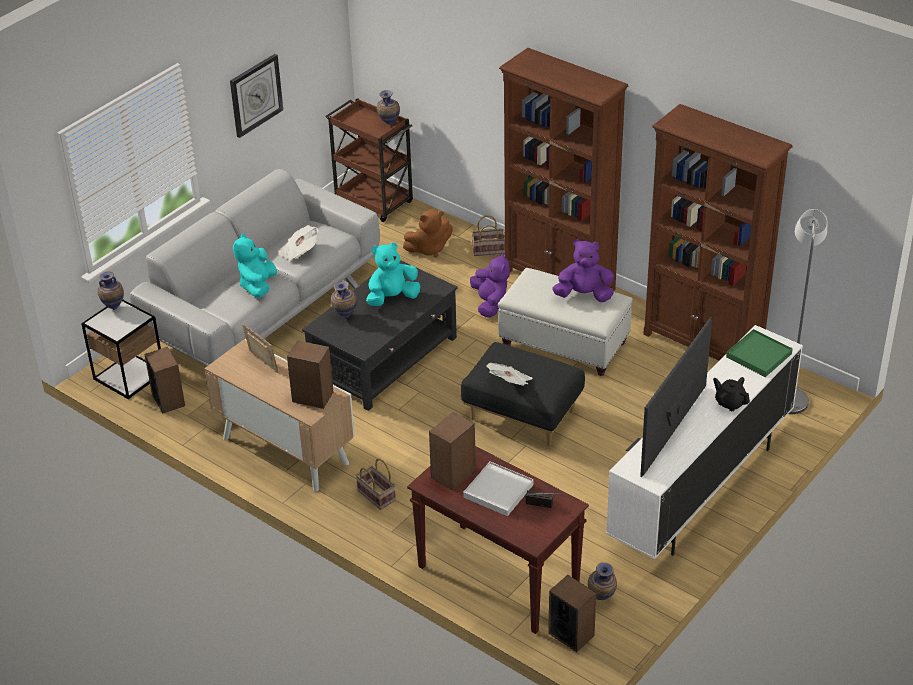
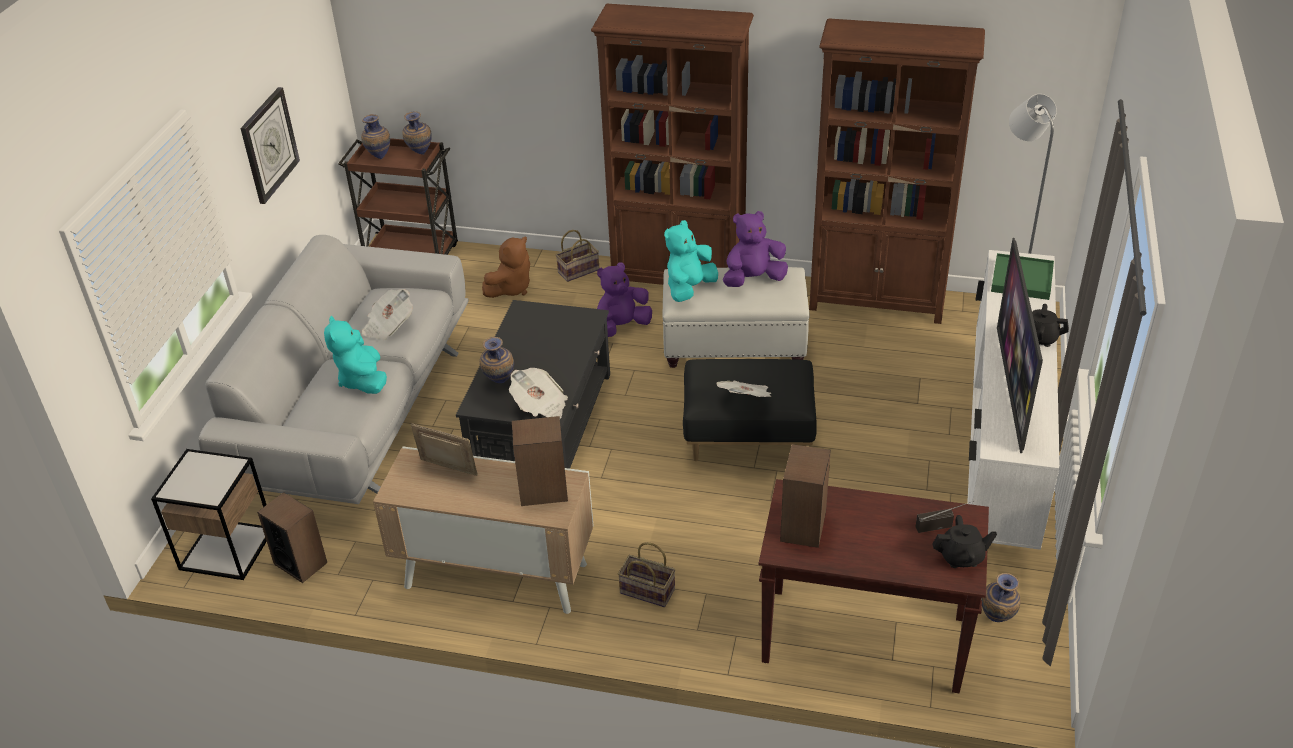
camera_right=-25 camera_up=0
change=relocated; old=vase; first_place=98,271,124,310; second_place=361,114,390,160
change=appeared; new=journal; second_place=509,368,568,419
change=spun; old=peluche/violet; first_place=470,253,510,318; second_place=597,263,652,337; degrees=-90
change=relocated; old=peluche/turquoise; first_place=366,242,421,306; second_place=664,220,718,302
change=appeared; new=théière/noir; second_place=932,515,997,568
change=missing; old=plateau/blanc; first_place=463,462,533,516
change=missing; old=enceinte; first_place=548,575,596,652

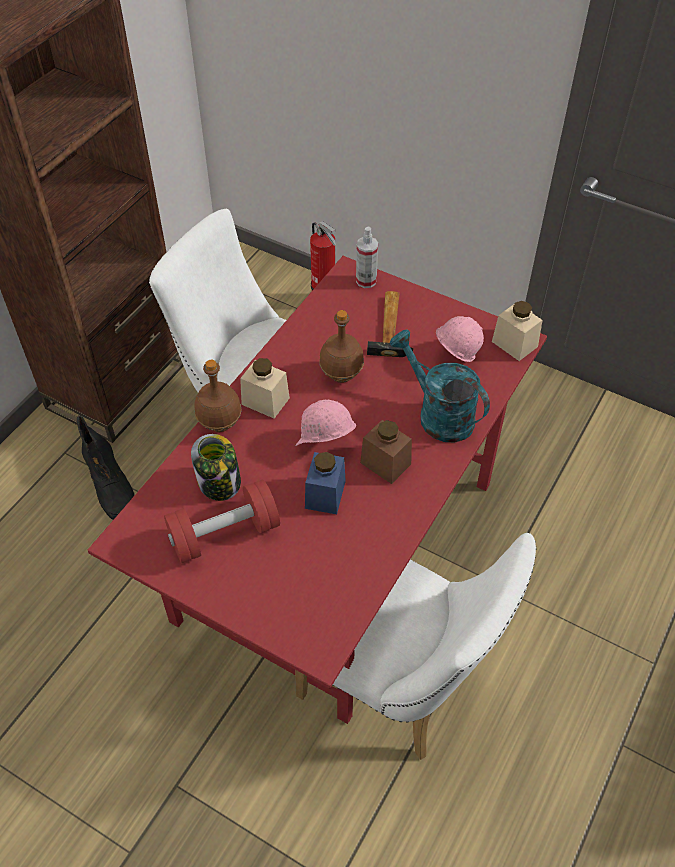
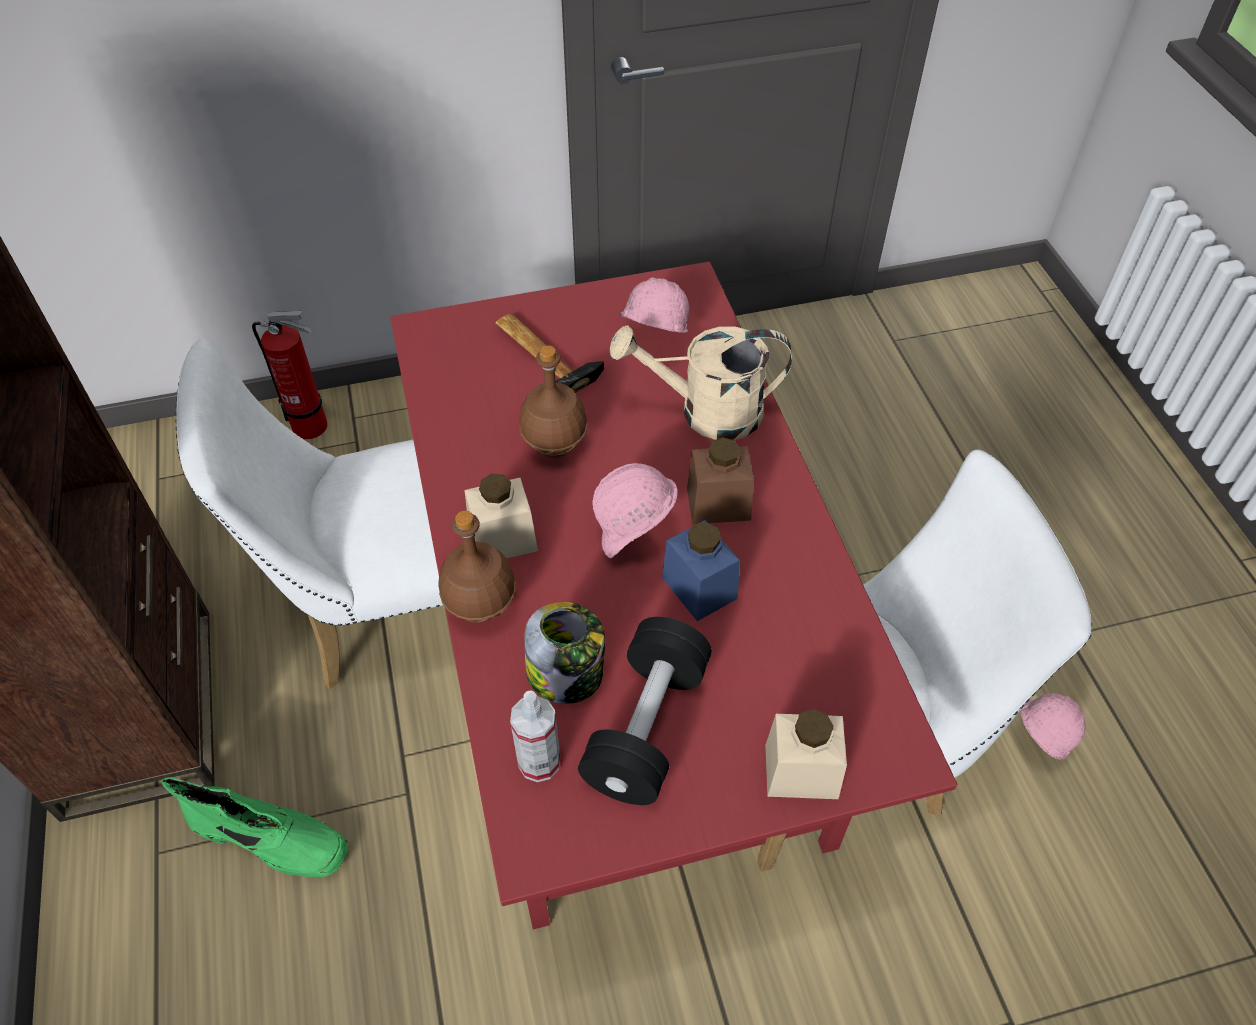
camera_right=-45 camera_up=0
change=colour; old=botte/noir; new=botte/vert; first_place=77,415,135,520; second_place=161,777,348,877
change=relocated; old=vaporisateur; first_place=356,226,378,288; second_place=510,690,560,782
change=colour; old=haltère/rouge; new=haltère/noir; first_place=164,480,280,563; second_place=578,617,712,805
change=colour; old=arrosoir/turquoise; new=arrosoir/beige; first_place=390,330,490,442; second_place=610,326,792,440
change=relocated; old=bocal/beige; first_place=492,301,543,361; second_place=765,709,847,799
change=appeared; new=casque de chantier/rose; second_place=1020,693,1086,760

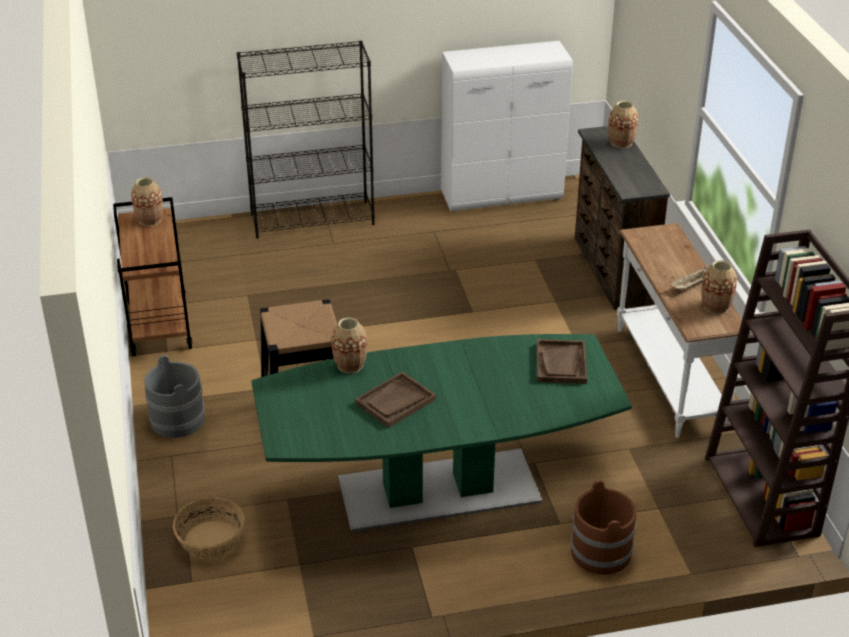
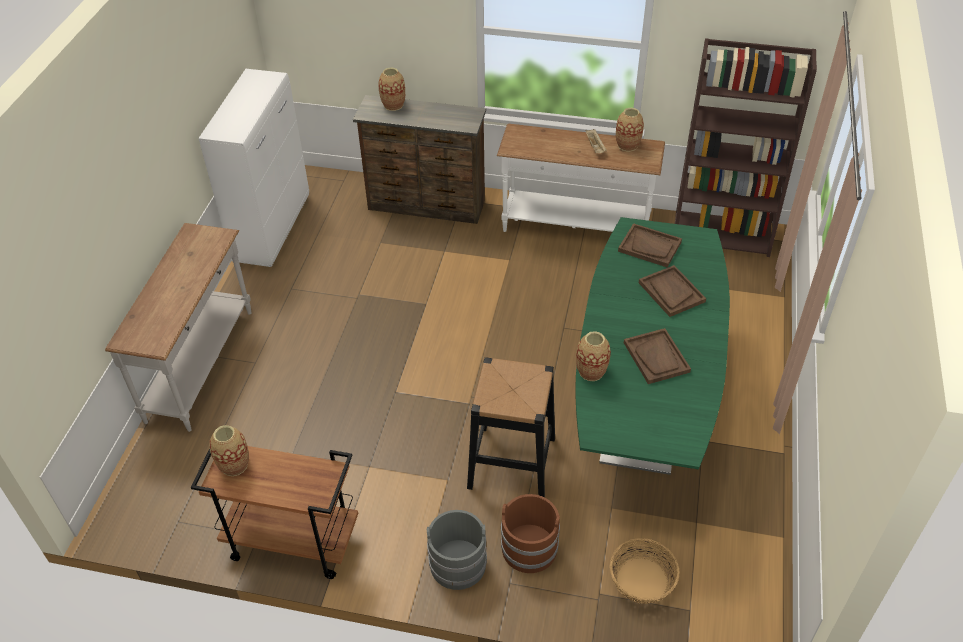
camera_right=-65 camera_up=10
change=exchanged; old=bibliothèque/noir; new=table console/blanc; first_place=237,41,375,239; second_place=105,223,251,432
change=relocated; old=seau/marron; first_place=571,480,636,575; second_place=501,494,560,573
change=appeared; new=plateau/marron; second_place=639,265,706,317

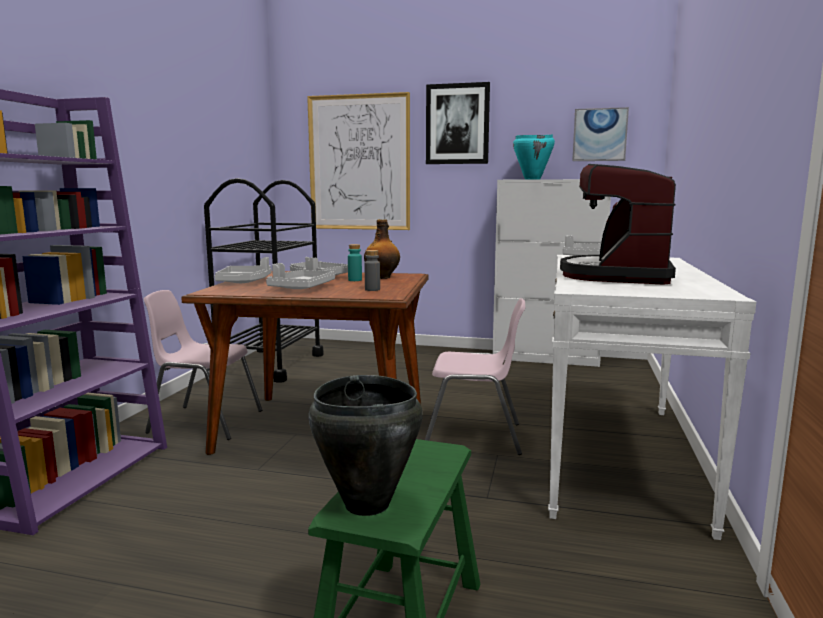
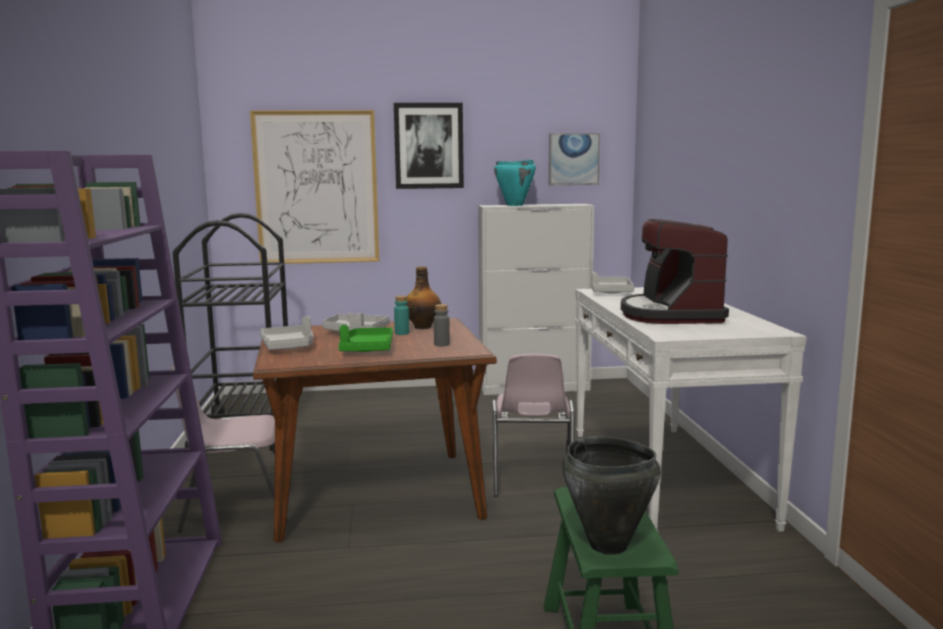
camera_right=-20 camera_up=0
change=colour; old=plateau/gris; new=plateau/vert; first_place=266,263,335,289; second_place=339,325,393,352
change=spun; old=chaise/rose; first_place=425,298,525,455; second_place=492,354,575,497; degrees=105

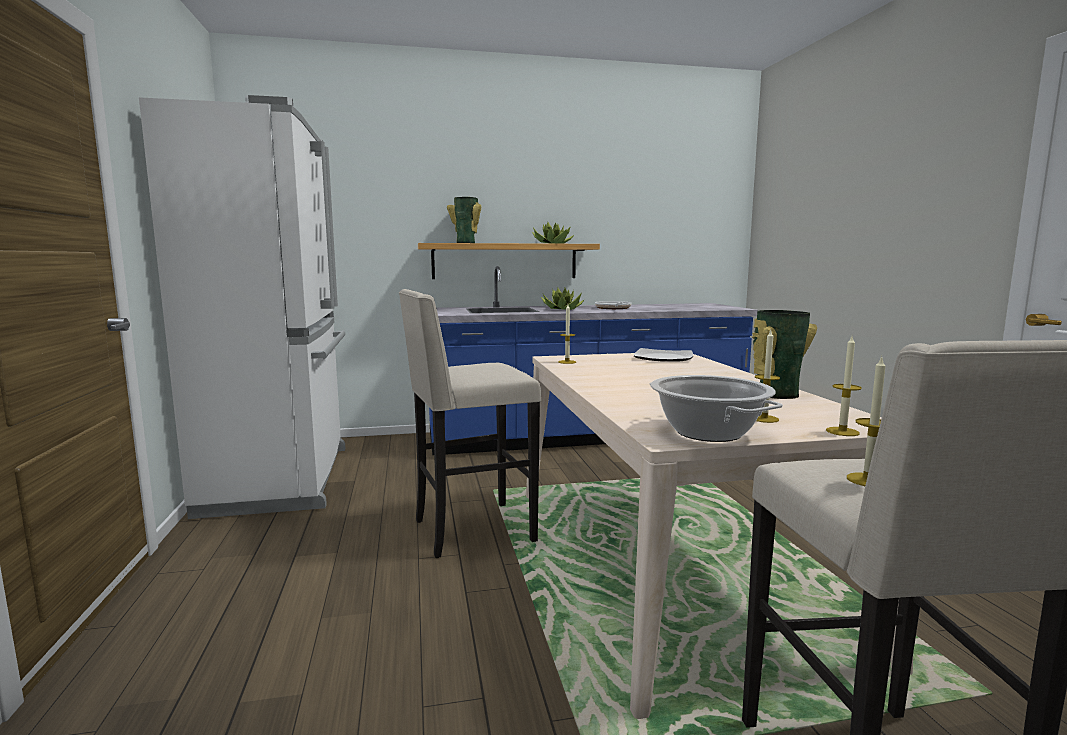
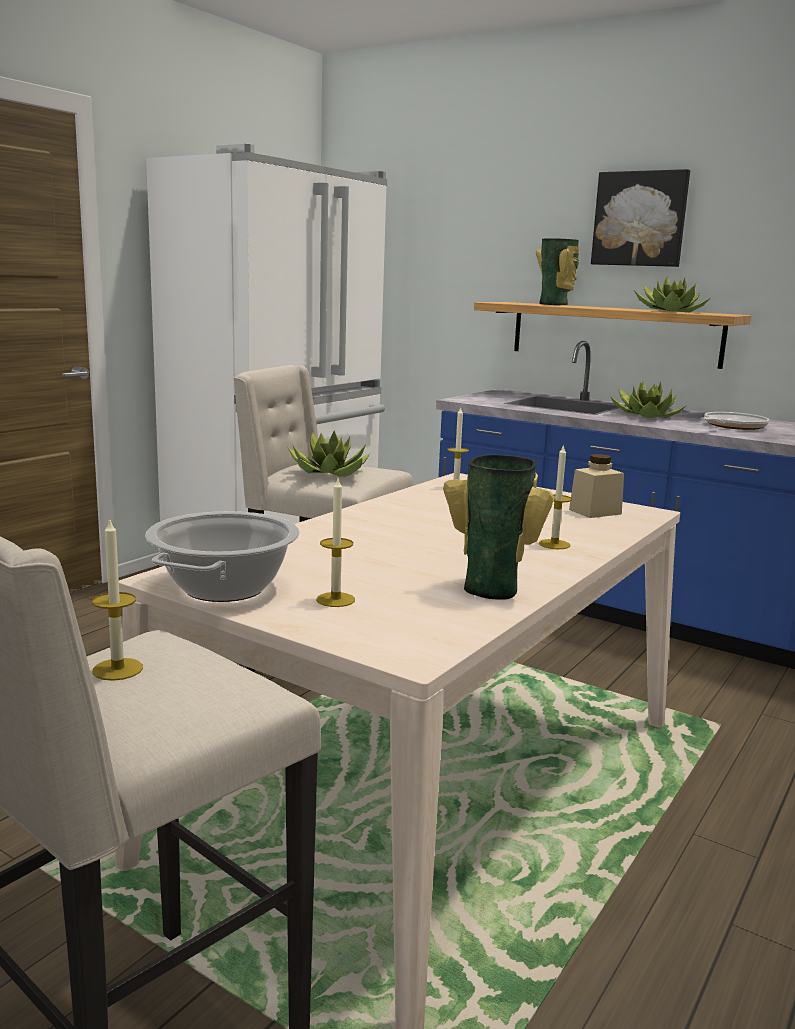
camera_right=45 camera_up=5
change=appeared; new=plante en pot; second_place=288,430,370,477
change=relocated; old=bougie; first_place=826,336,862,436; second_place=539,444,572,549
change=exchanged; old=assiette; new=bocal/beige; first_place=634,348,693,362; second_place=569,454,624,518
change=appeared; new=tableau; second_place=591,169,690,267

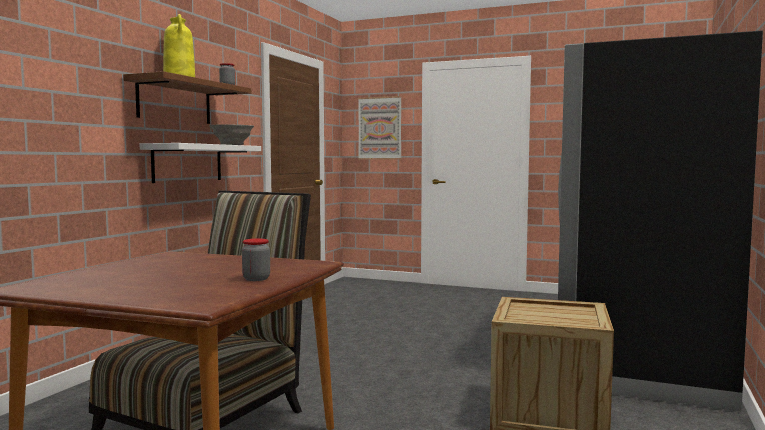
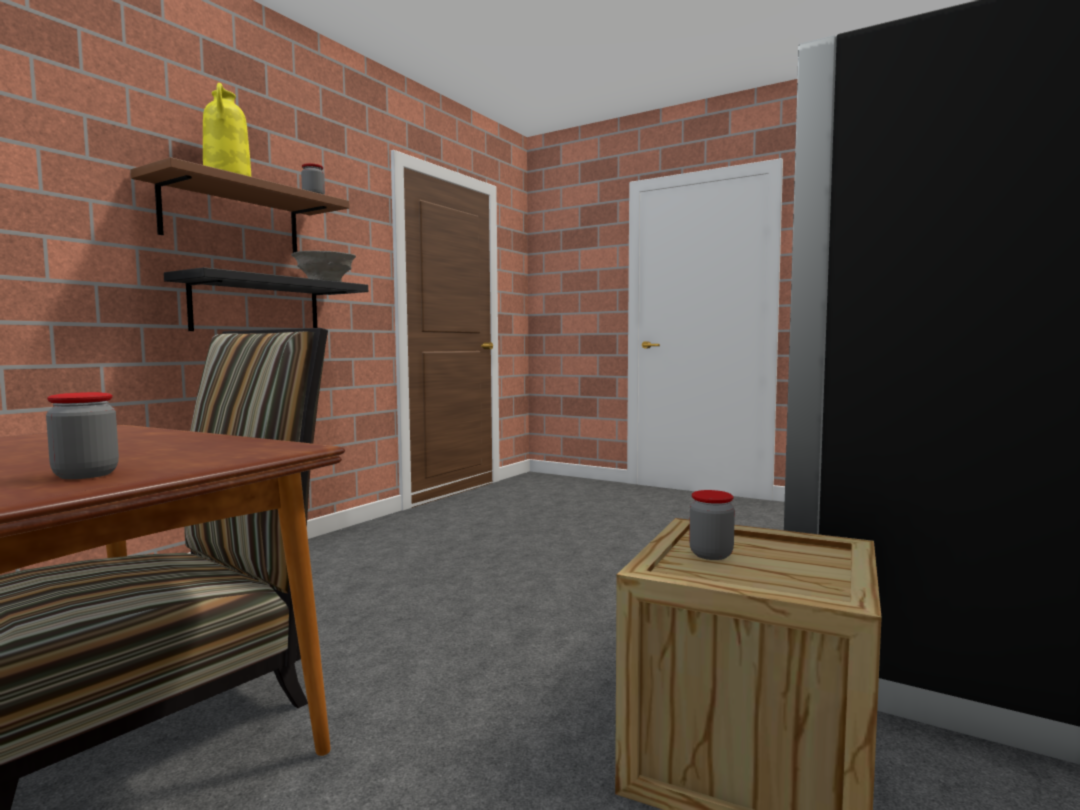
camera_right=10 camera_up=0
change=colour; old=étagère/blanc; new=étagère/noir; first_place=140,143,261,183; second_place=164,267,368,331
change=appeared; new=bocal; second_place=689,490,735,560
change=missing; old=tableau; first_place=358,96,402,159

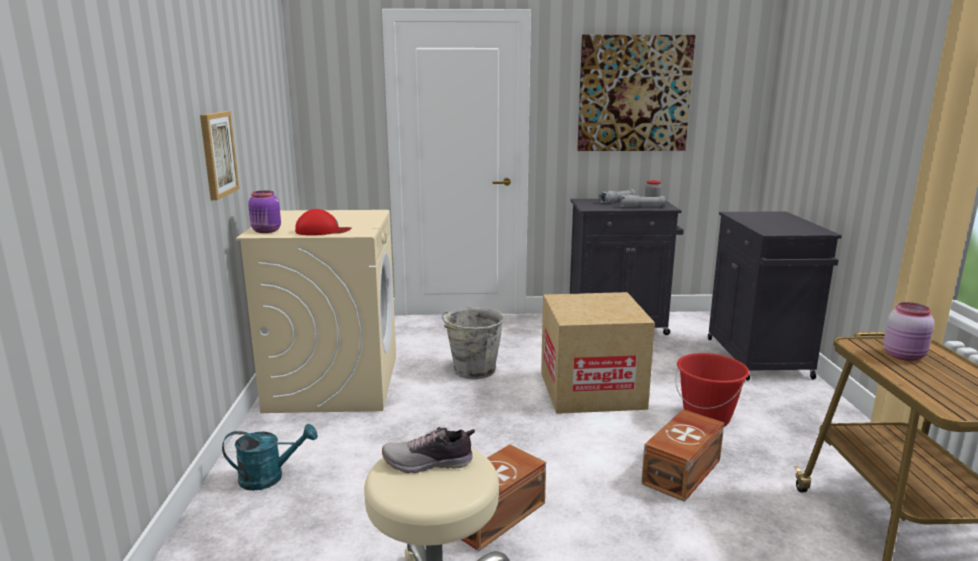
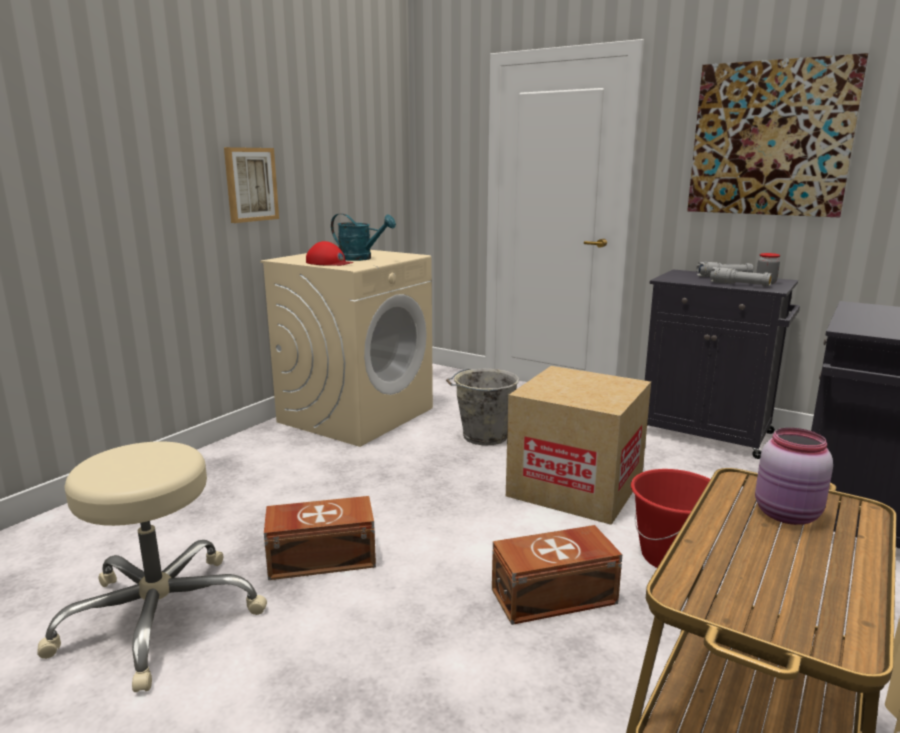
camera_right=35 camera_up=0
change=relocated; old=arrosoir/turquoise; first_place=222,424,318,491; second_place=331,214,396,261
change=missing; old=bocal/violet; first_place=248,191,281,233
change=missing; old=chaussure; first_place=382,427,475,473

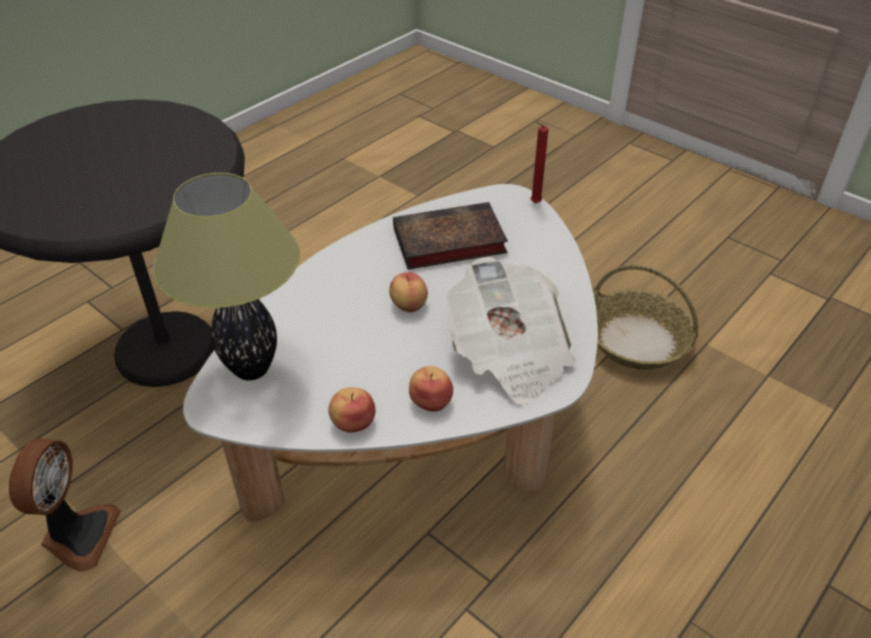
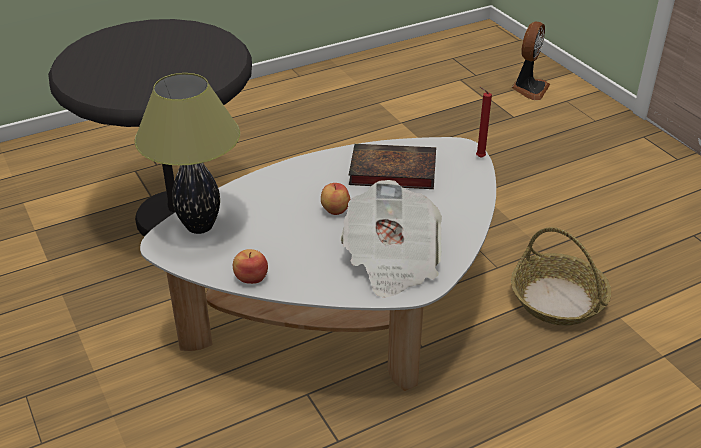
camera_right=20 camera_up=-5
change=relocated; old=ventilateur; first_place=9,438,121,572; second_place=511,22,550,100
change=missing; old=pomme; first_place=409,366,453,412

